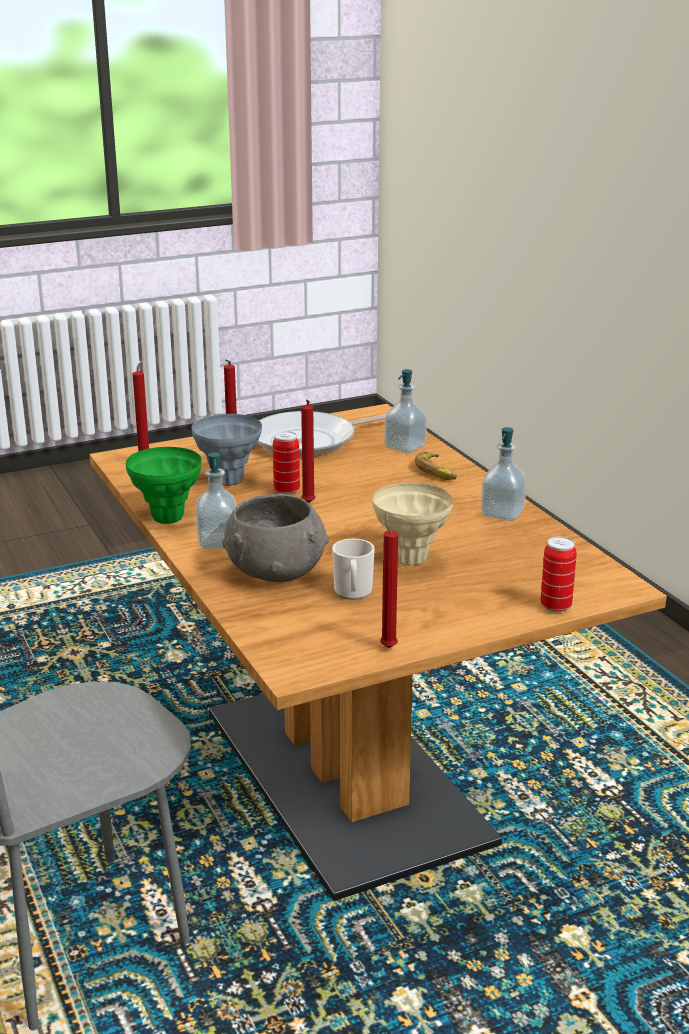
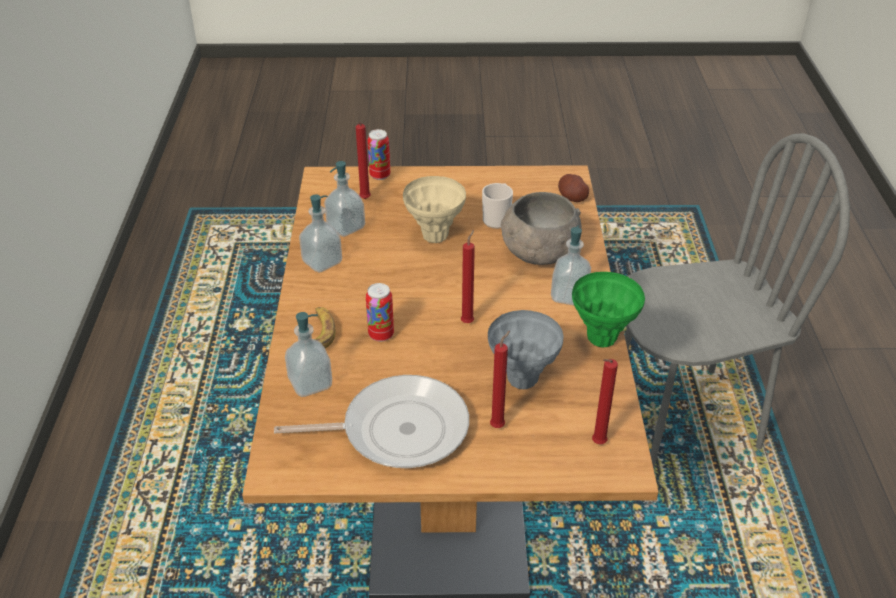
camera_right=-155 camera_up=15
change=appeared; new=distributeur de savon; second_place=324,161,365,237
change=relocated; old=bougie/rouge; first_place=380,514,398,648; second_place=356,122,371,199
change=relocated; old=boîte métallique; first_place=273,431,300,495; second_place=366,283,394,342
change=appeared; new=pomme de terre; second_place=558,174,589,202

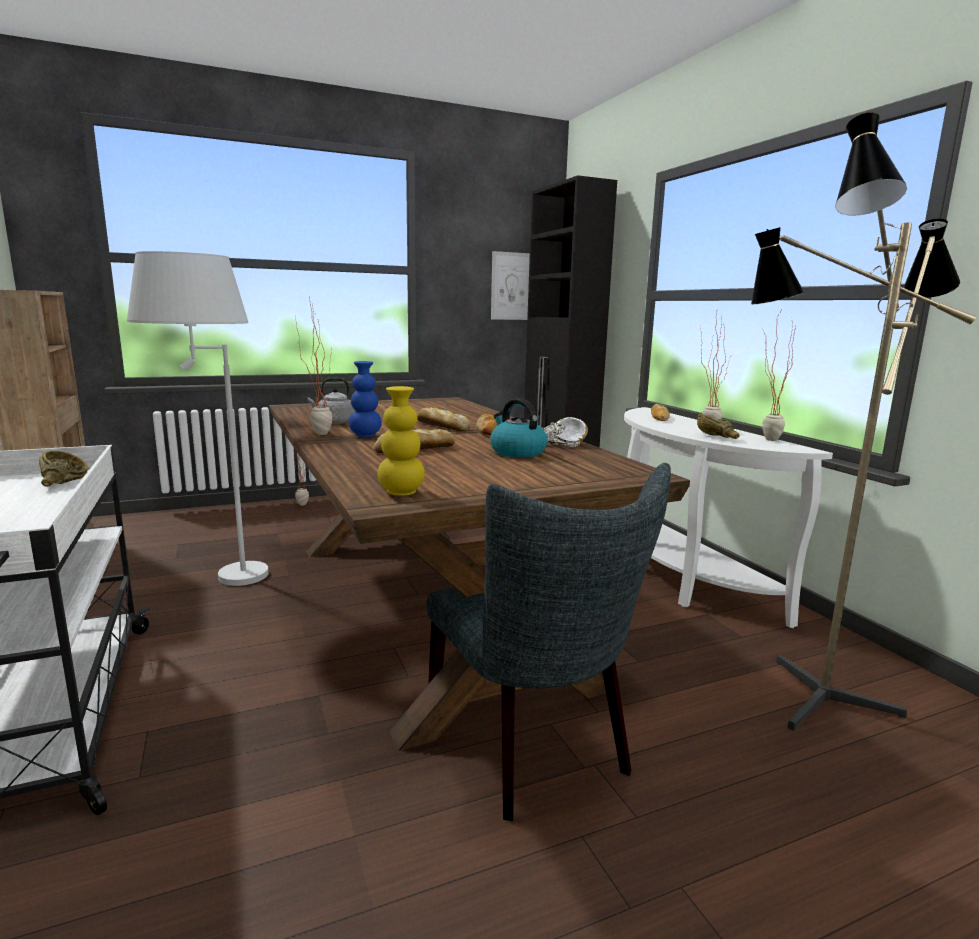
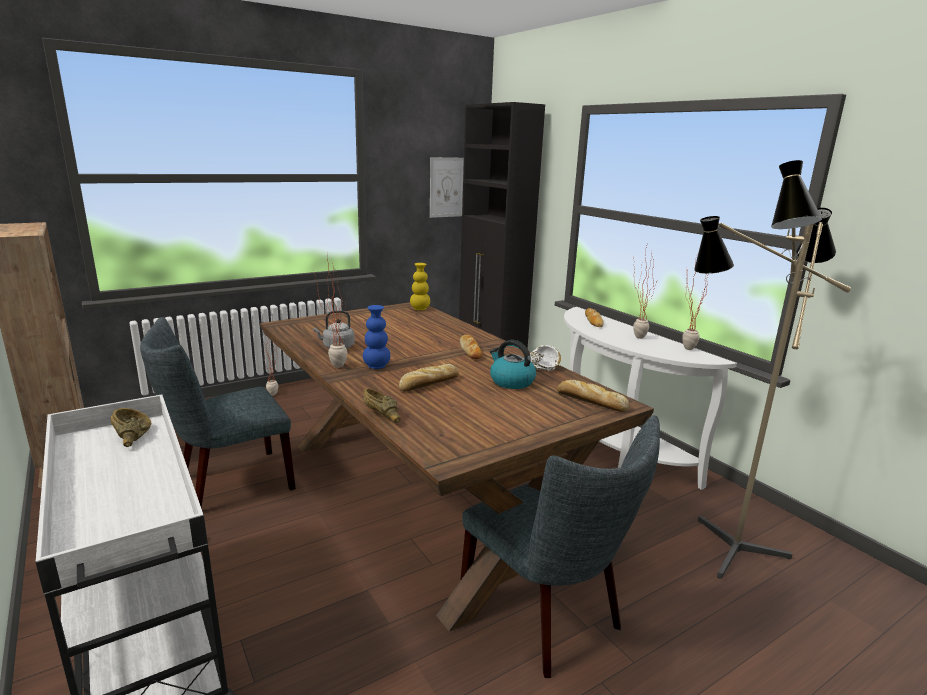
camera_right=-10 camera_up=5
change=exchanged; old=lampadaire/blanc; new=chaise/gris; first_place=127,251,269,586; second_place=140,317,296,507
change=relocated; old=bol/marron; first_place=697,414,740,439; second_place=363,388,400,423
change=relocated; old=vase/jaune; first_place=378,386,425,496; second_place=410,263,430,310
change=relocated; old=pain; first_place=417,407,470,431; second_place=557,380,629,412

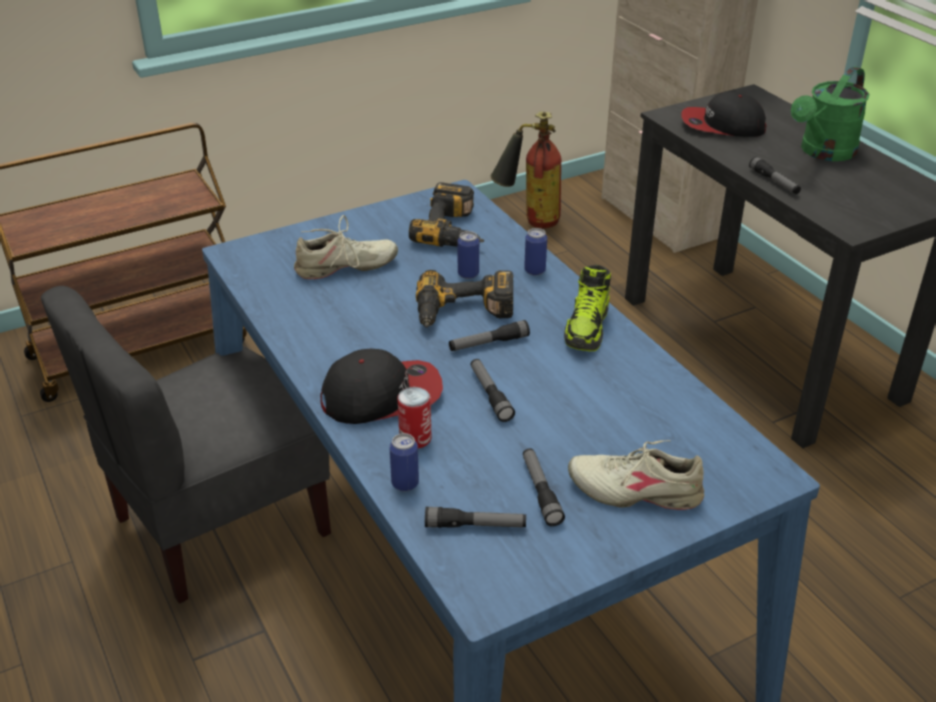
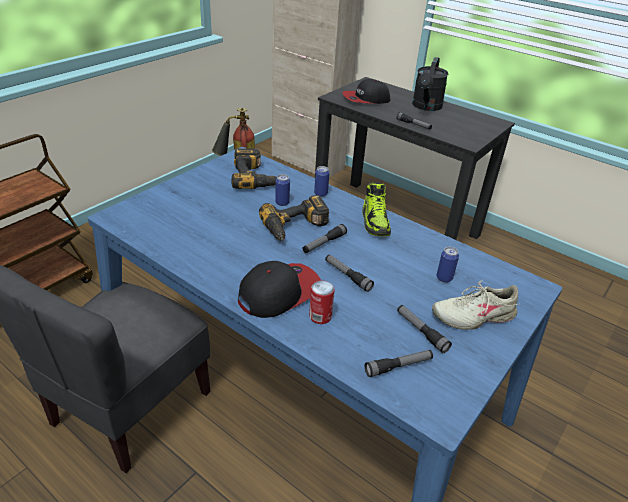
camera_right=-25 camera_up=0
change=colour; old=arrosoir/vert; new=arrosoir/noir; first_place=791,66,869,161; second_place=412,57,449,111
change=relocated; old=boîte métallique; first_place=389,433,419,492; second_place=436,247,459,283
change=missing; old=chaussure/beige; first_place=294,215,398,279

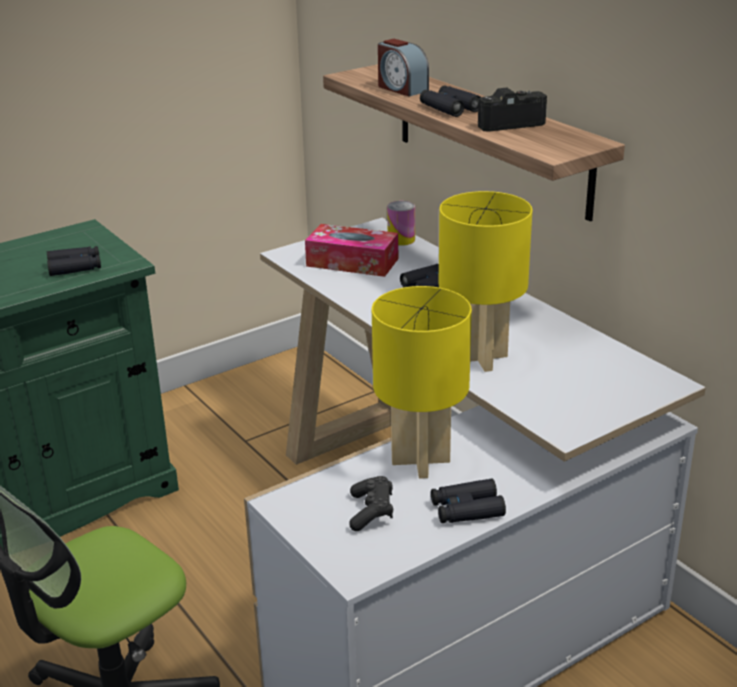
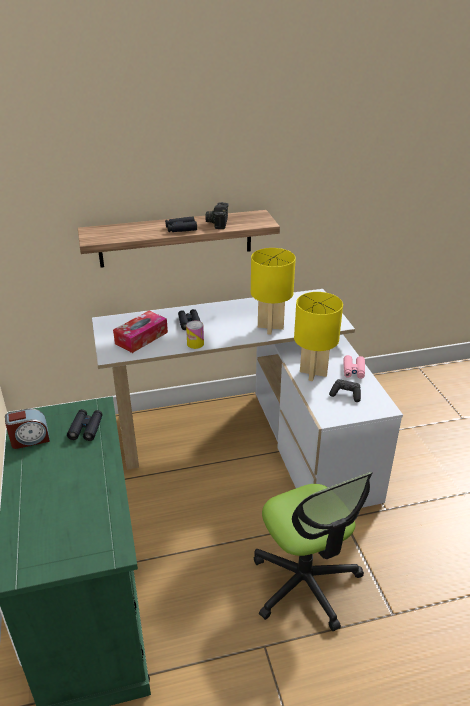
camera_right=-70 camera_up=5
change=relocated; old=réveil; first_place=378,39,429,96; second_place=5,408,50,449
change=relocated; old=boîte métallique; first_place=387,201,415,246; second_place=186,321,204,349
change=colour; old=jumelles/noir; new=jumelles/rose; first_place=431,479,506,523; second_place=344,355,365,379

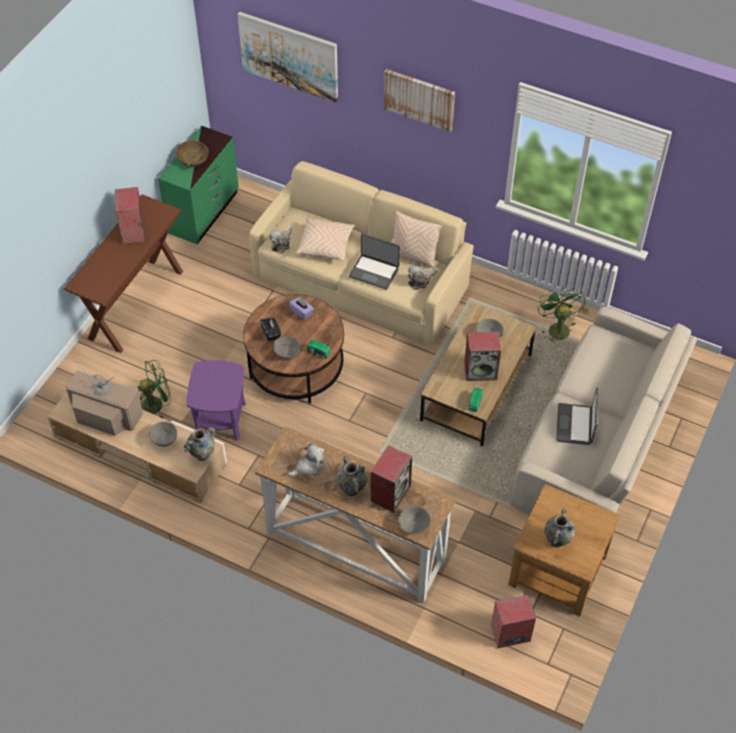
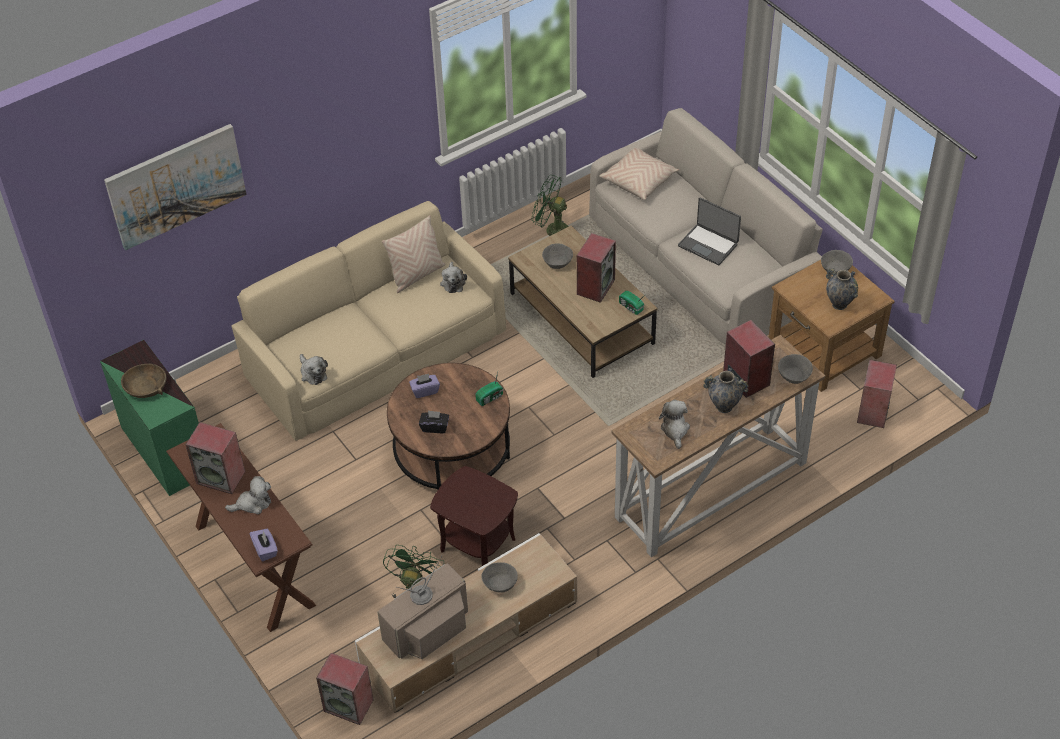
camera_right=-60 camera_up=-5
change=appeared; new=peluche; second_place=225,476,271,514
change=appeared; new=boîte à mouchoirs/violet; second_place=250,529,278,561
change=appeared; new=enceinte; second_place=316,653,374,725
change=colour; old=table d'appoint/violet; new=table d'appoint/marron; first_place=186,360,246,440; second_place=430,466,518,566
change=relocated; old=coussin/beige; first_place=296,217,355,261; second_place=599,148,679,200
change=relocated; old=bol/gris; first_place=273,336,301,359; second_place=821,250,853,274
change=missing; old=vase; first_place=184,427,216,461
change=missing; old=ordinateur portable; first_place=349,233,400,290
change=missing; old=tableau; first_place=384,69,455,132

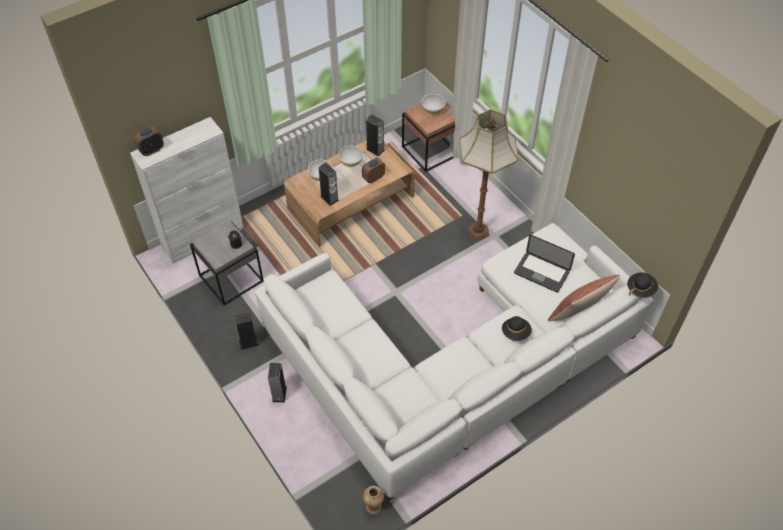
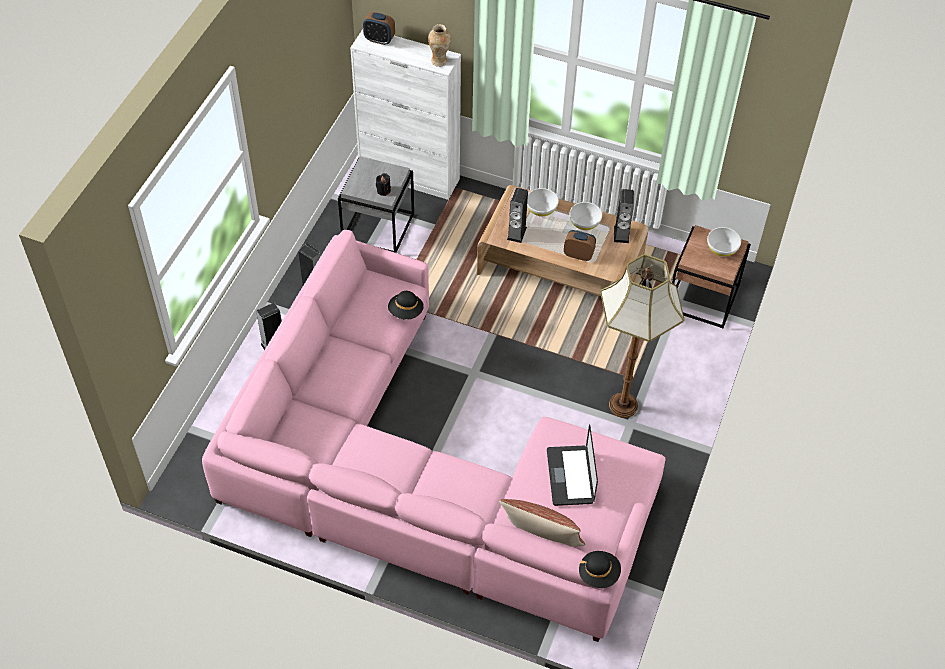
camera_right=55 camera_up=0
change=colour; old=canapé/blanc; new=canapé/rose; first_place=255,223,654,501; second_place=202,230,666,642
change=relocated; old=chapeau/noir; first_place=502,316,532,341; second_place=388,291,424,320
change=relocated; old=vase; first_place=363,486,384,514; second_place=428,24,451,67

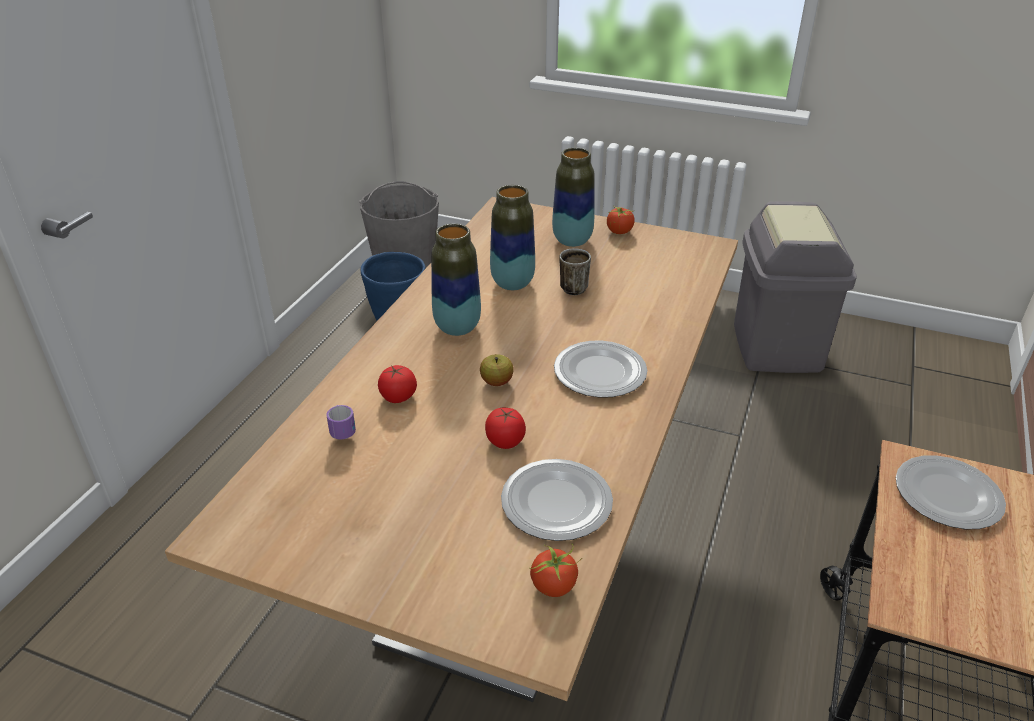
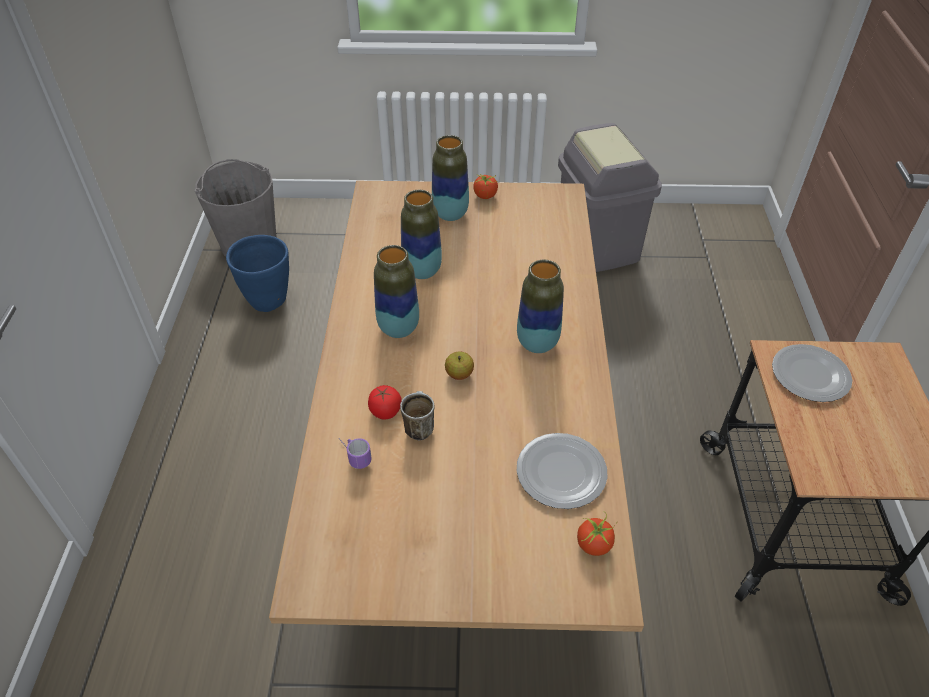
camera_right=-20 camera_up=10
change=relocated; old=mug; first_place=559,249,591,295; second_place=400,391,434,440
change=exchanged; old=assiette; new=vase; first_place=554,340,647,398; second_place=517,260,564,353
change=missing; old=tomate; first_place=485,408,526,449

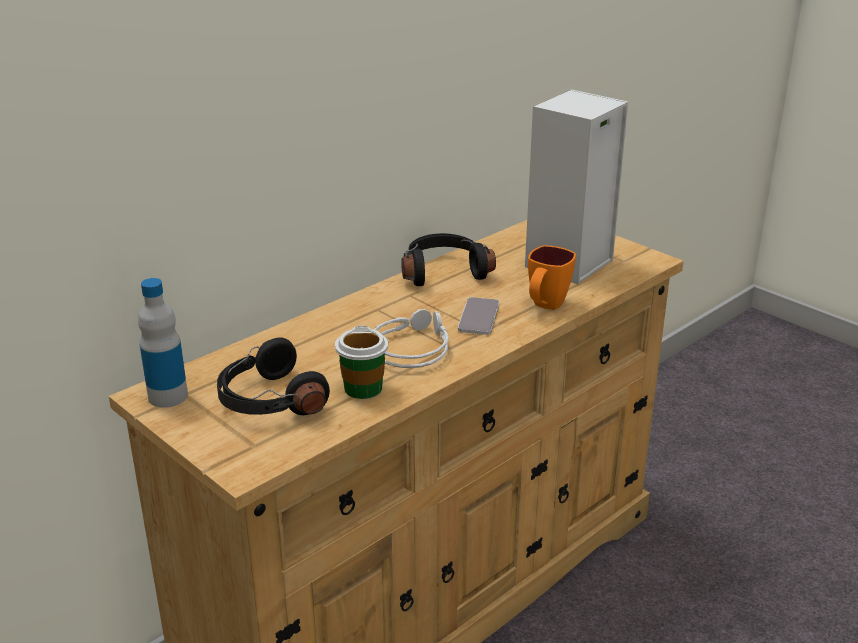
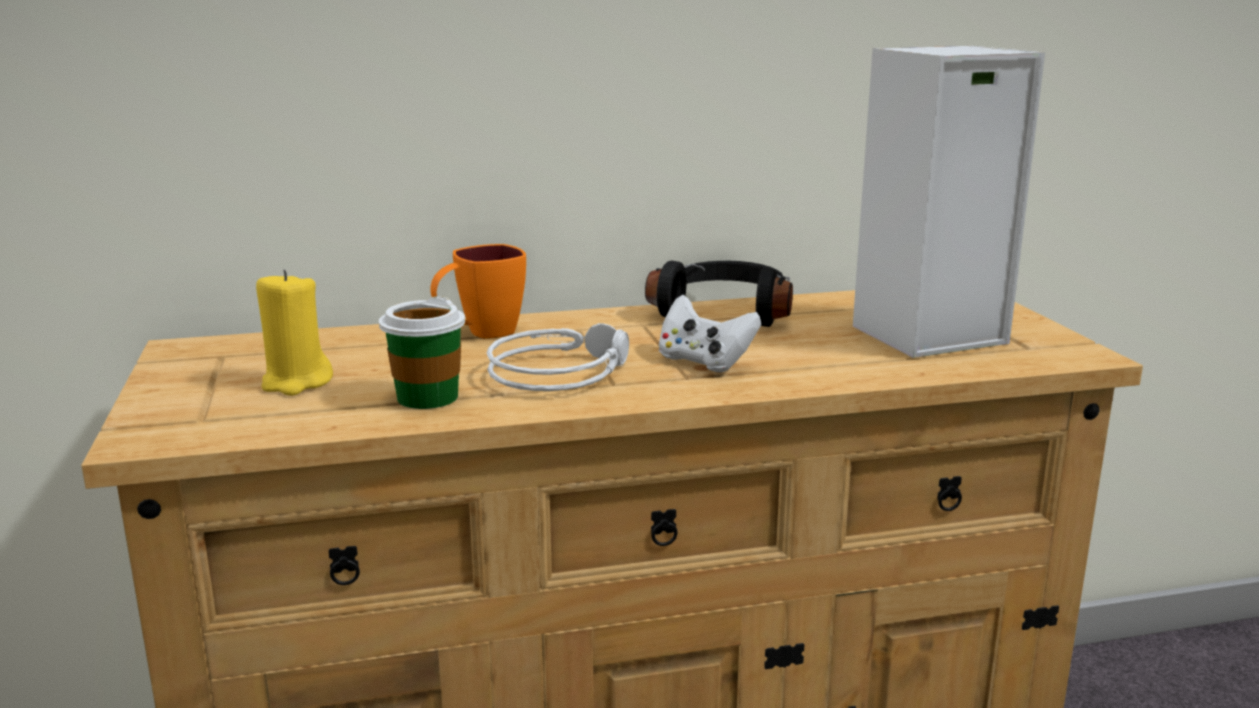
camera_right=30 camera_up=-10
change=exchanged; old=casque audio/noir; new=bougie/jaune; first_place=217,337,330,415; second_place=256,270,333,396
change=relocated; old=mug/orange; first_place=528,245,576,310; second_place=430,244,526,339
change=exchanged; old=téléphone; new=manette/blanc; first_place=458,297,499,335; second_place=659,295,762,373
change=missing; old=bouteille; first_place=138,278,188,408

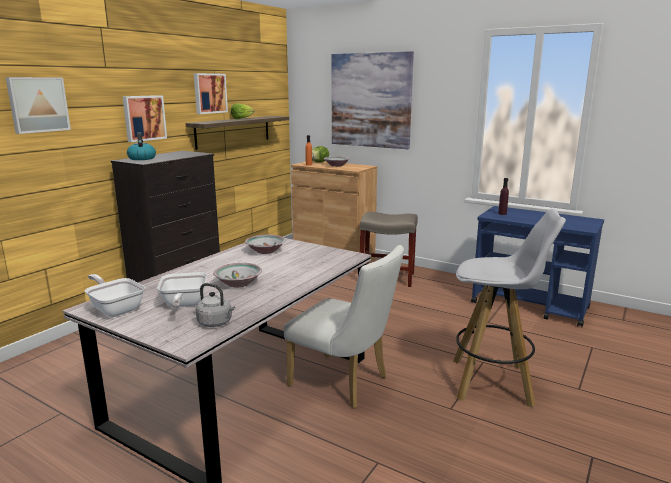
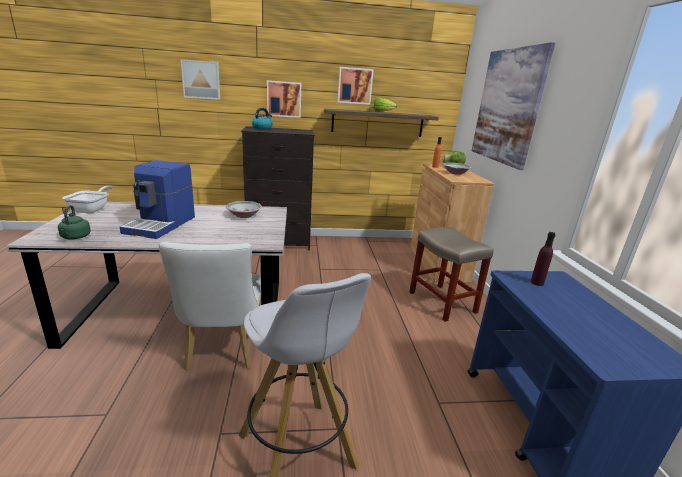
camera_right=50 camera_up=5
change=colour; old=bouilloire/gris; new=bouilloire/vert; first_place=196,283,235,327; second_place=58,205,91,239
change=exchanged; old=bol; new=machine à café; first_place=213,263,262,288; second_place=120,160,195,239
change=missing; old=poêle; first_place=157,272,207,308

